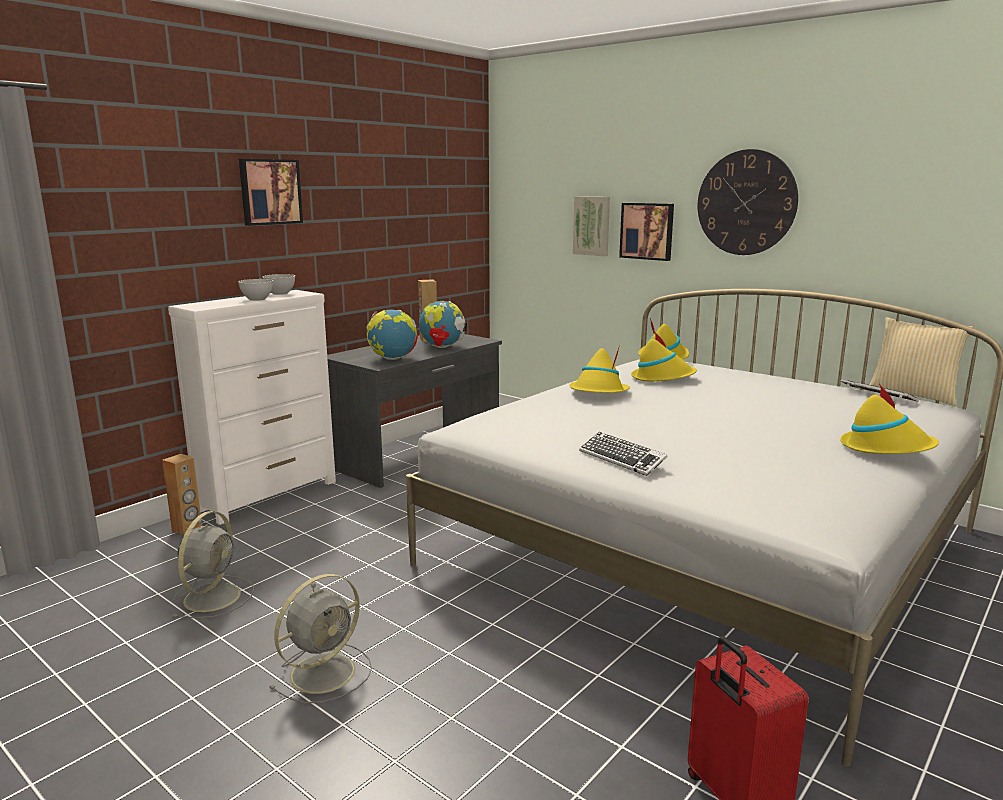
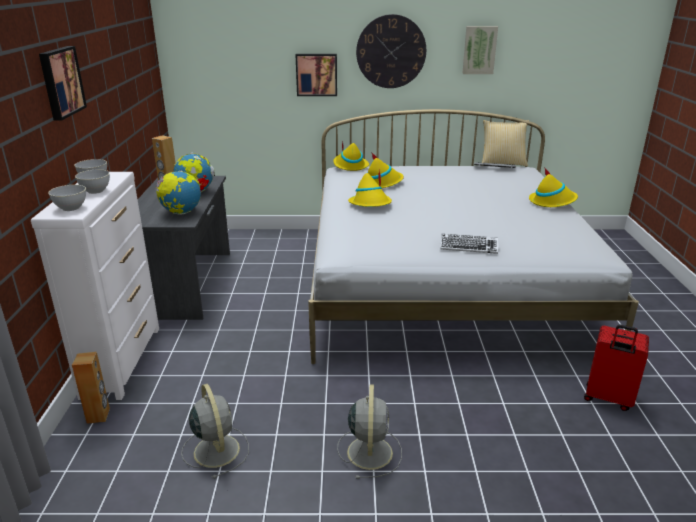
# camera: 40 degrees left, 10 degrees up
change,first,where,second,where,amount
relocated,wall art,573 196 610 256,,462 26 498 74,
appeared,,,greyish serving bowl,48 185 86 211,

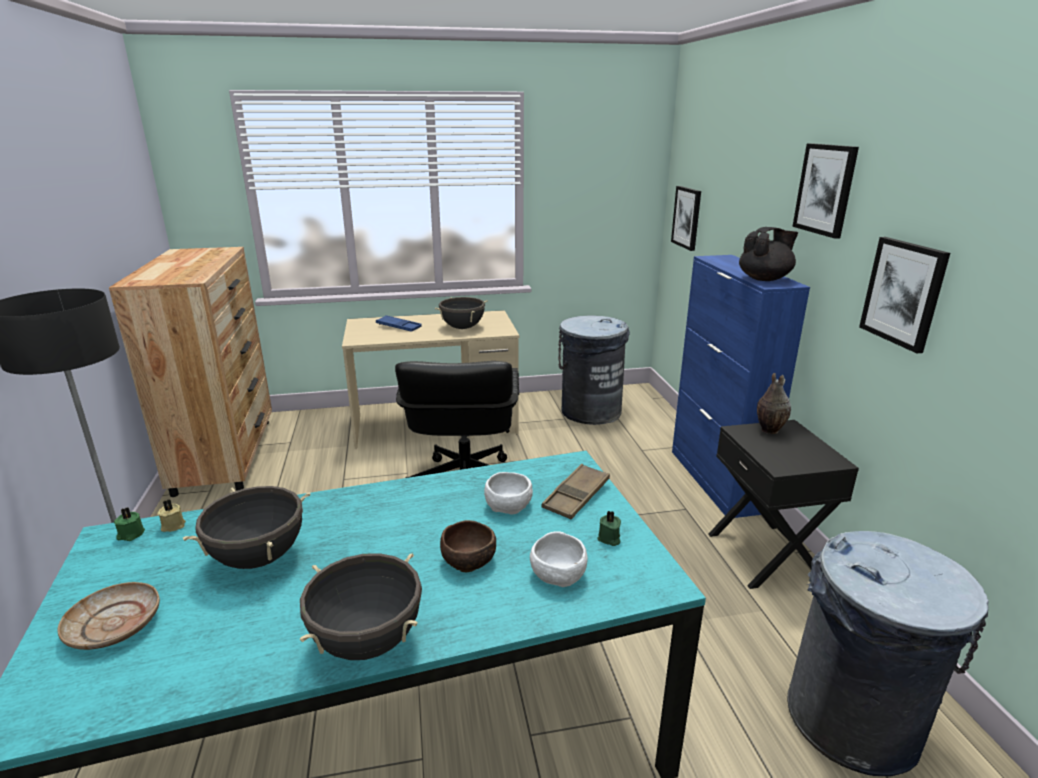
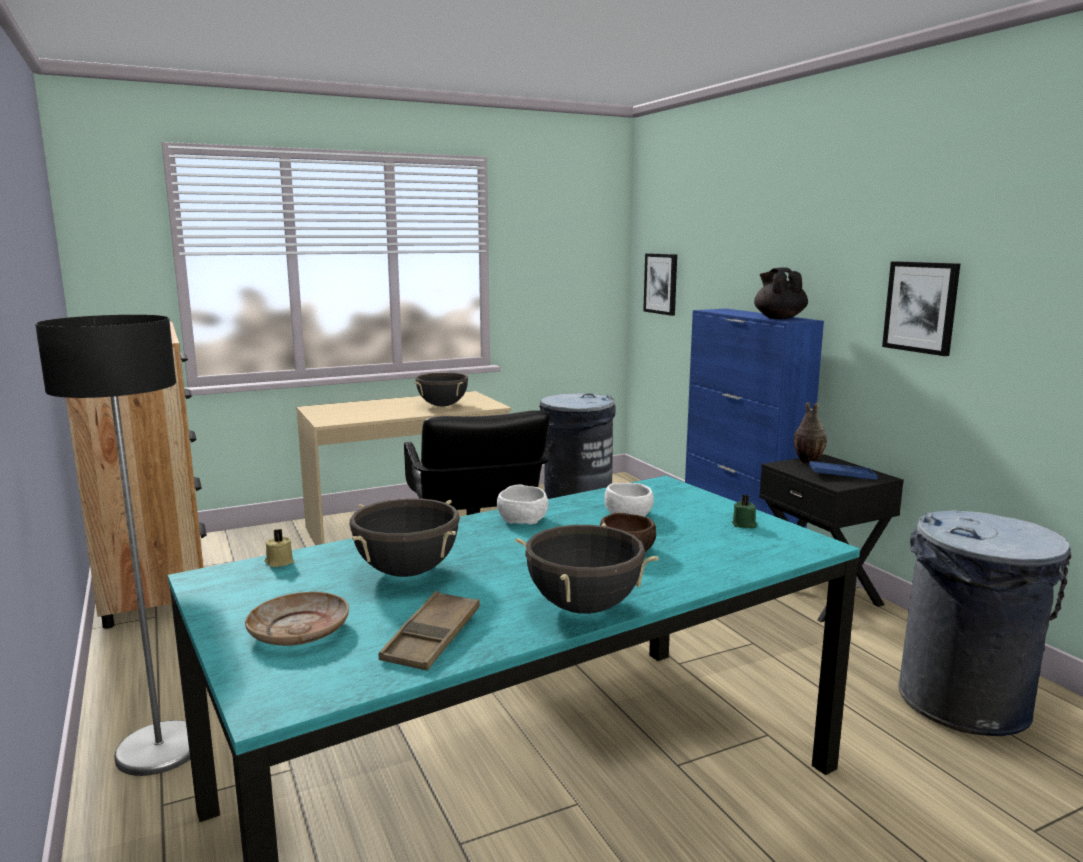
# camera: 15 degrees left, 10 degrees down
change,first,where,second,where,amount
missing,green-coloured wax light,114 507 145 541,,,
relocated,blue tray,376 315 422 332,,809 461 878 480,
relocated,white serving bowl,530 531 588 587,,497 485 548 525,
relocated,brown-coloured tray,542 464 610 519,,379 591 480 671,
spun,black-coloured tea pot,739 227 798 281,,754 267 808 319,60 degrees counterclockwise
missing,wall art,792 143 859 239,,,

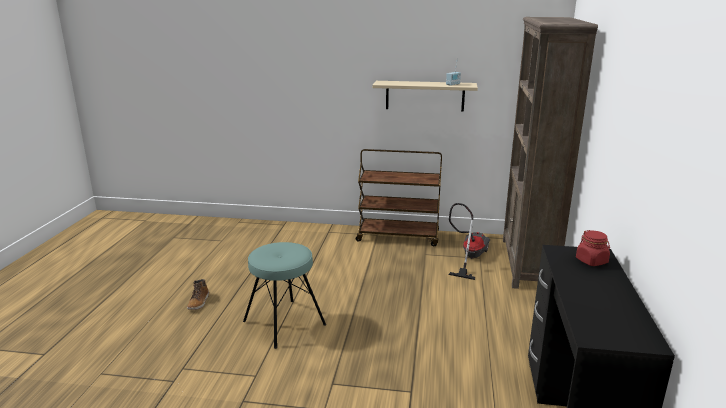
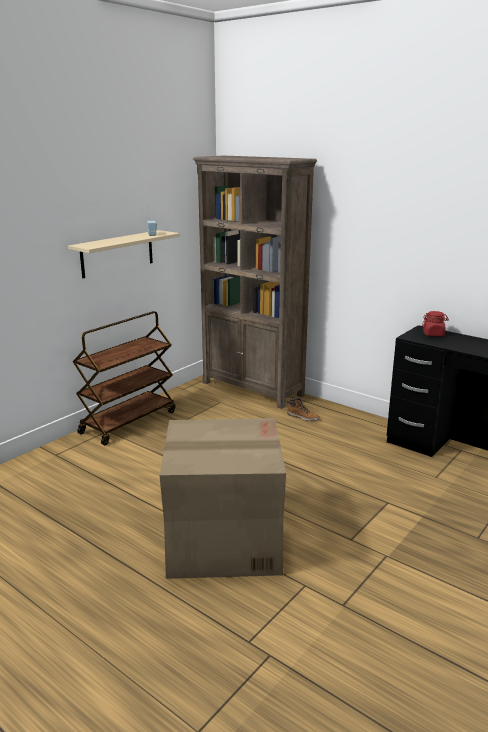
# camera: 60 degrees left, 0 degrees up
change,first,where,second,where,amount
relocated,boot,187 279 209 310,,287 398 320 421,
exchanged,turquoise sitting stool,243 242 326 349,packing box,160 418 286 579,
missing,vacuum,448 203 490 280,,,

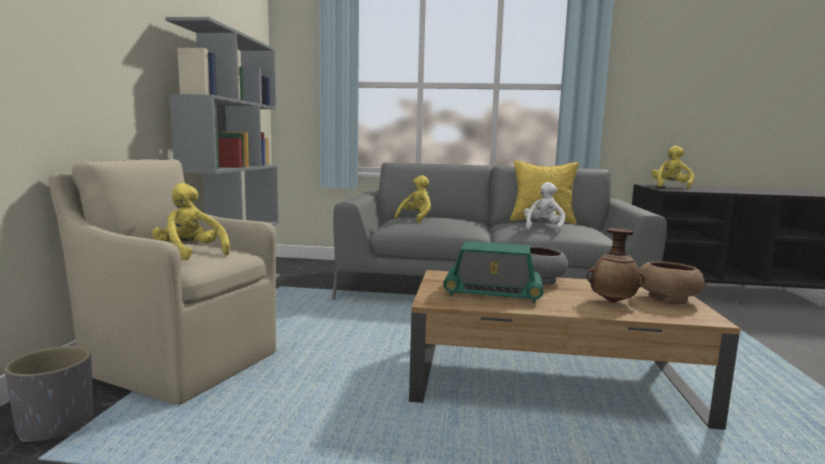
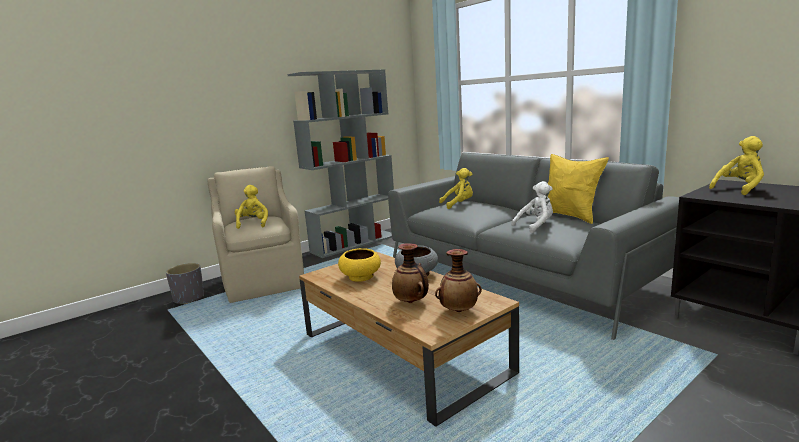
# camera: 45 degrees right, 5 degrees up
change,first,where,second,where,amount
exchanged,radio receiver,443 241 544 303,yellow-coloured serving bowl,338 248 381 282,
exchanged,brown-coloured serving bowl,639 262 705 304,decorative vase,435 249 482 312,

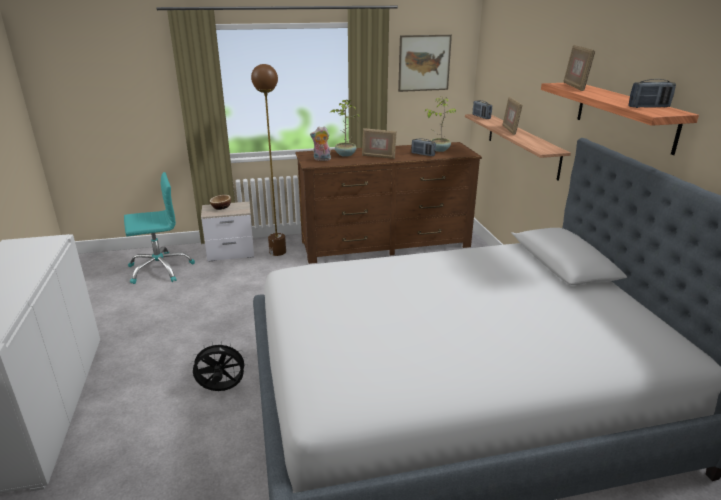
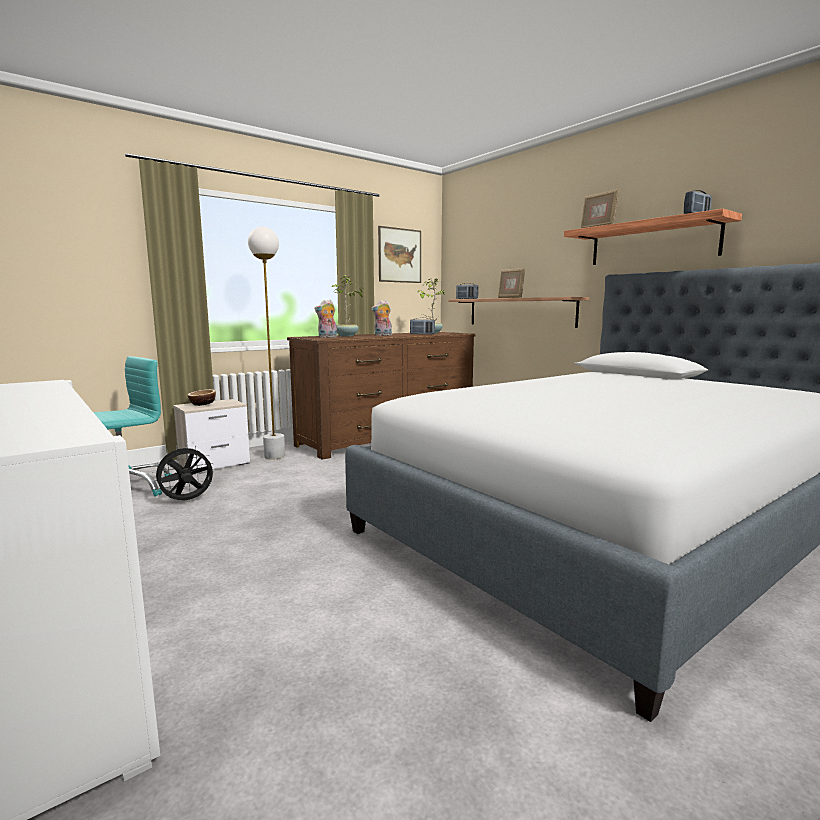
# camera: 25 degrees left, 15 degrees down
change,first,where,second,where,amount
relocated,black-coloured cooling fan,191 341 248 391,,152 444 214 501,
colour,brown-coloured floor lamp,251 64 286 256,white floor lamp,248 227 285 460,
exchanged,photo frame,362 128 397 159,plush toy,371 300 392 336,

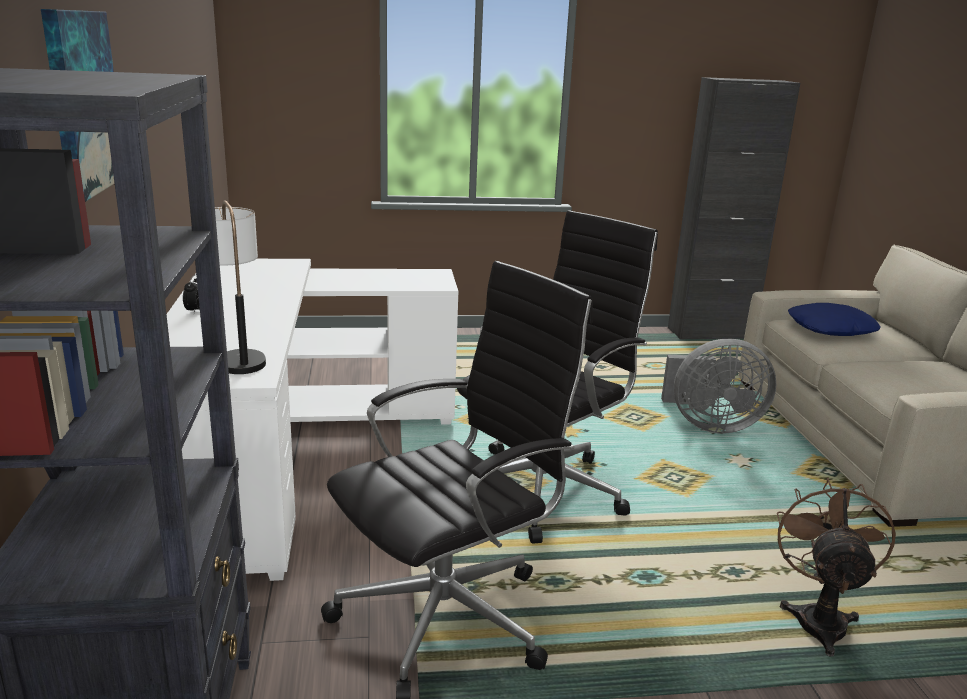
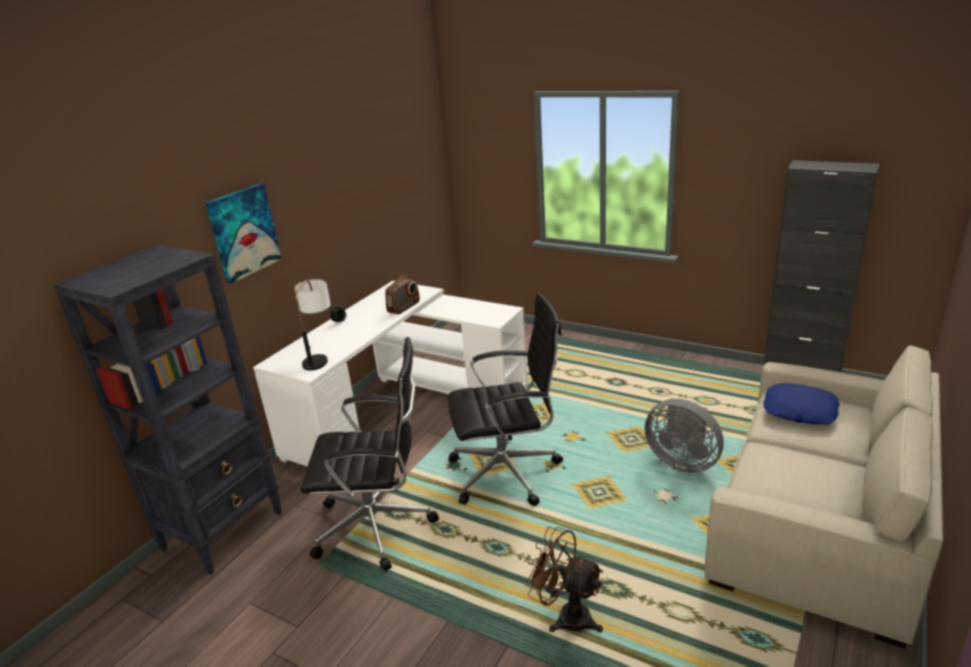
# camera: 40 degrees right, 5 degrees up
change,first,where,second,where,amount
spun,brown-coloured cooling fan,777 477 896 657,,524 527 603 632,105 degrees counterclockwise
appeared,,,radio receiver,385 275 420 315,

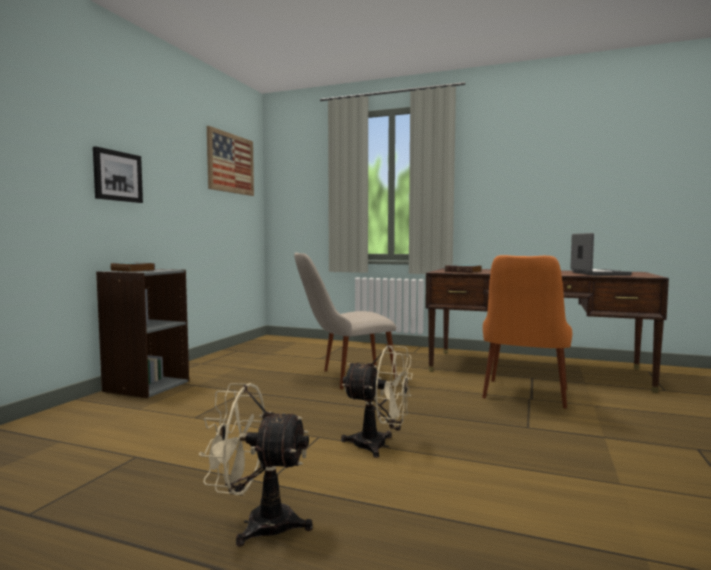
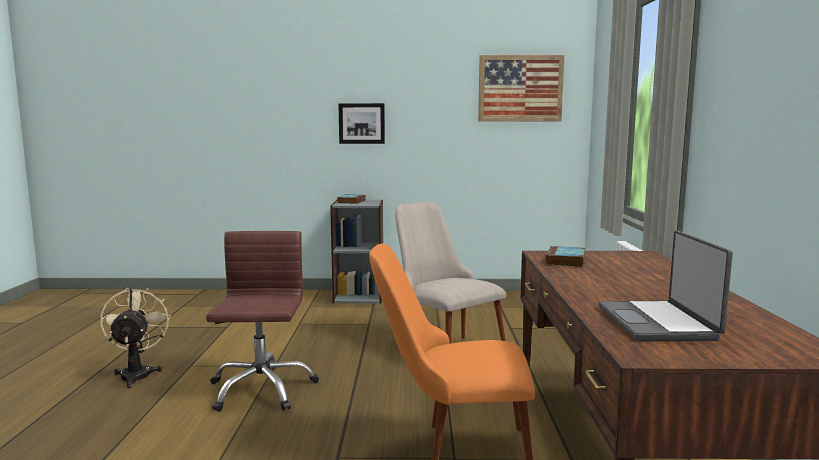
# camera: 70 degrees right, 5 degrees up
change,first,where,second,where,amount
exchanged,beige cooling fan,341 345 413 458,brown-coloured office chair,206 231 319 412,
spun,notebook computer,570 233 632 276,,598 230 733 342,105 degrees clockwise

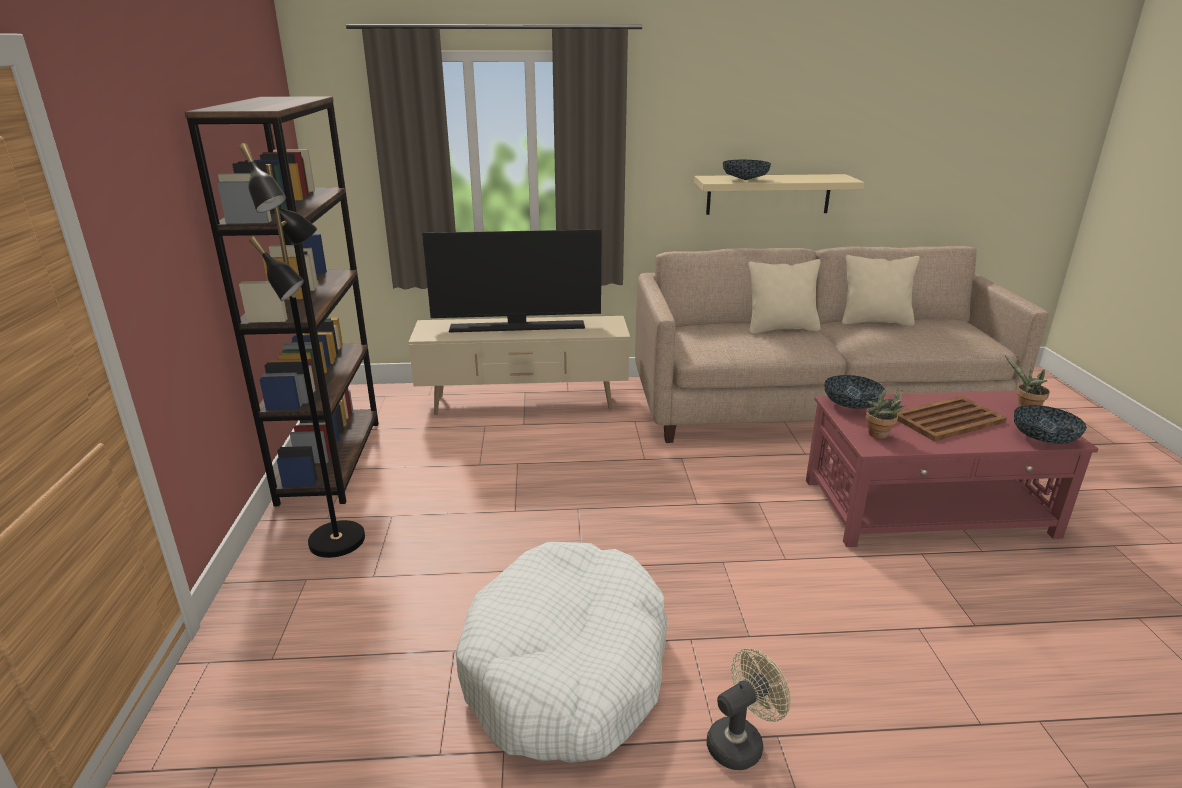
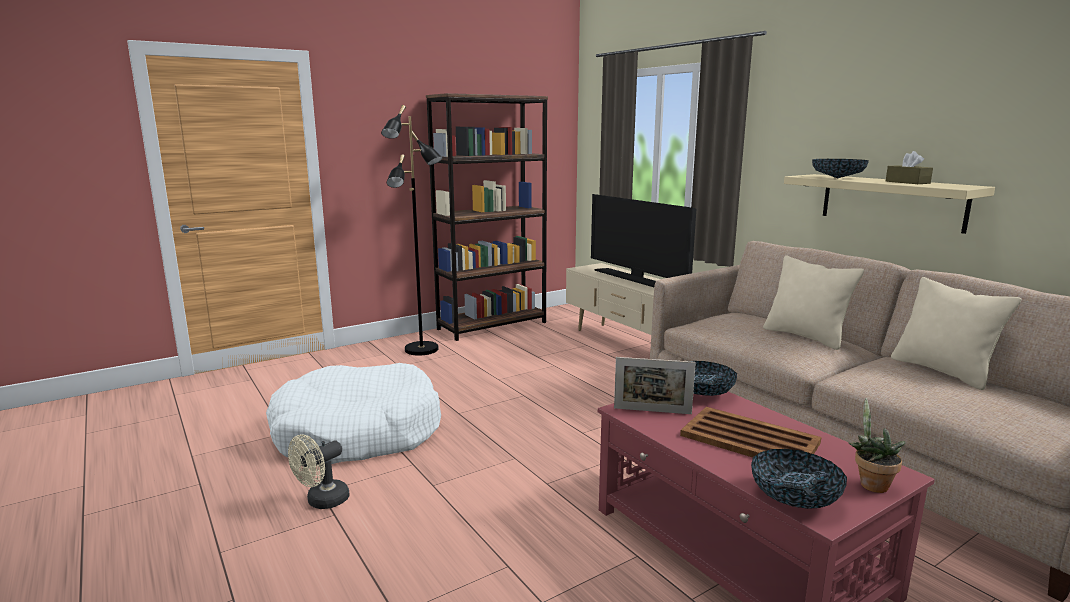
# camera: 60 degrees right, 10 degrees down
change,first,where,second,where,amount
spun,beige cooling fan,706 648 791 770,,288 434 350 509,105 degrees clockwise
exchanged,houseplant,866 389 906 439,photo frame,614 357 696 414,
appeared,,,brown-coloured box of tissues,886 151 933 184,

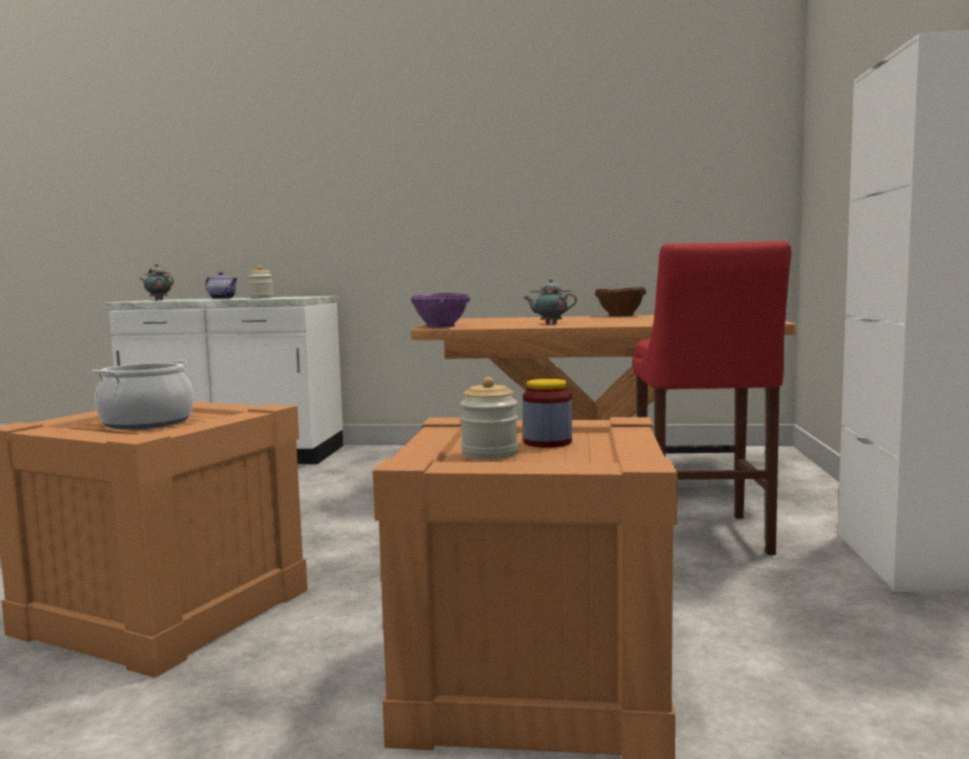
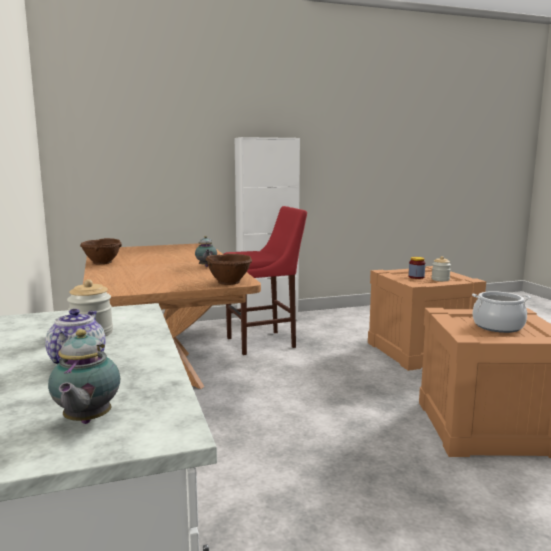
# camera: 115 degrees left, 5 degrees up
change,first,where,second,where,amount
colour,purple serving bowl,411 292 470 328,brown-coloured serving bowl,205 254 252 285,

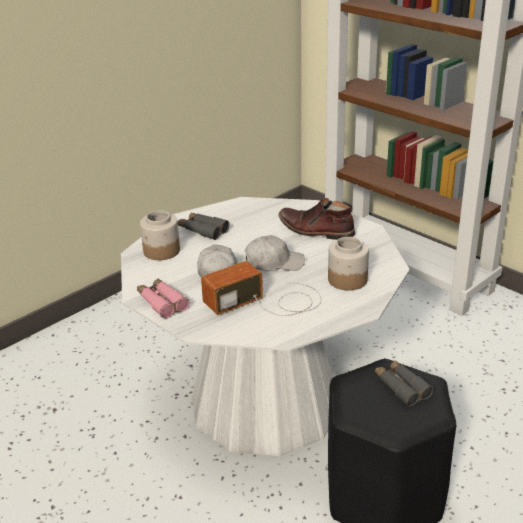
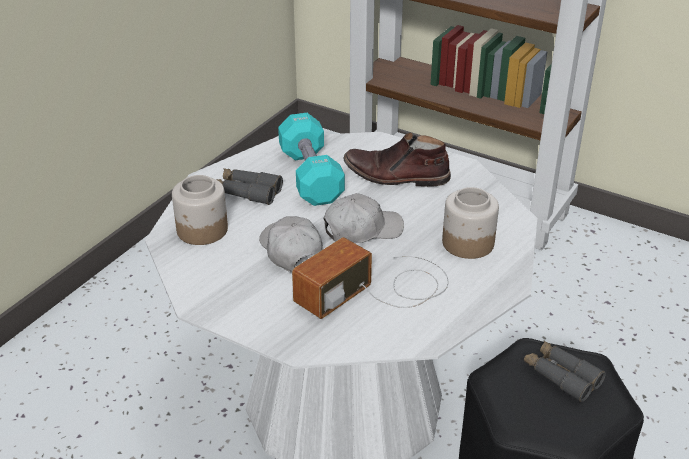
# camera: 15 degrees left, 5 degrees up
change,first,where,second,where,amount
missing,pink binoculars,137 278 189 318,,,
appeared,,,turquoise dumbbell,278 113 345 206,

